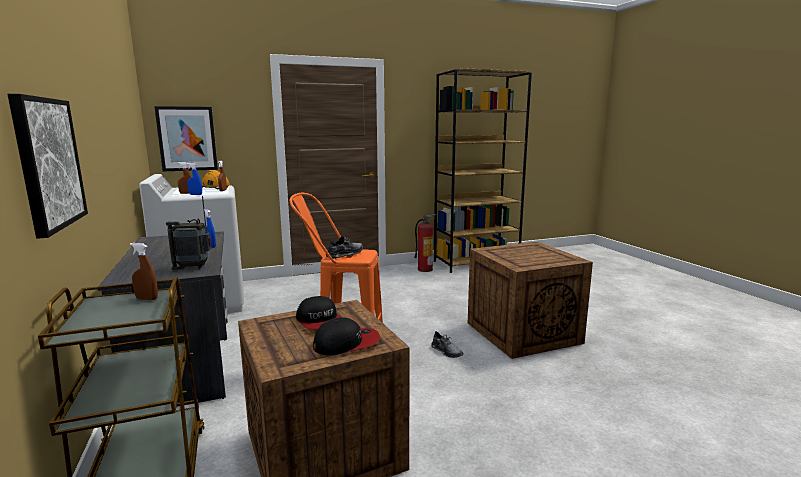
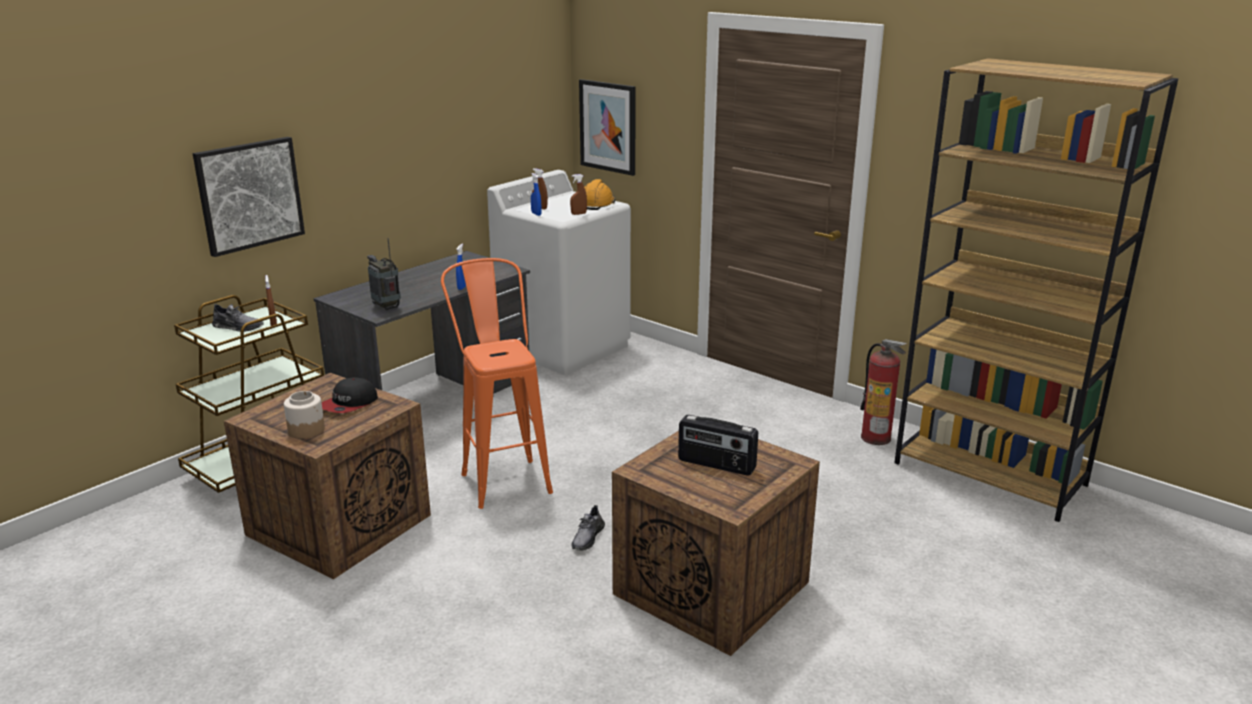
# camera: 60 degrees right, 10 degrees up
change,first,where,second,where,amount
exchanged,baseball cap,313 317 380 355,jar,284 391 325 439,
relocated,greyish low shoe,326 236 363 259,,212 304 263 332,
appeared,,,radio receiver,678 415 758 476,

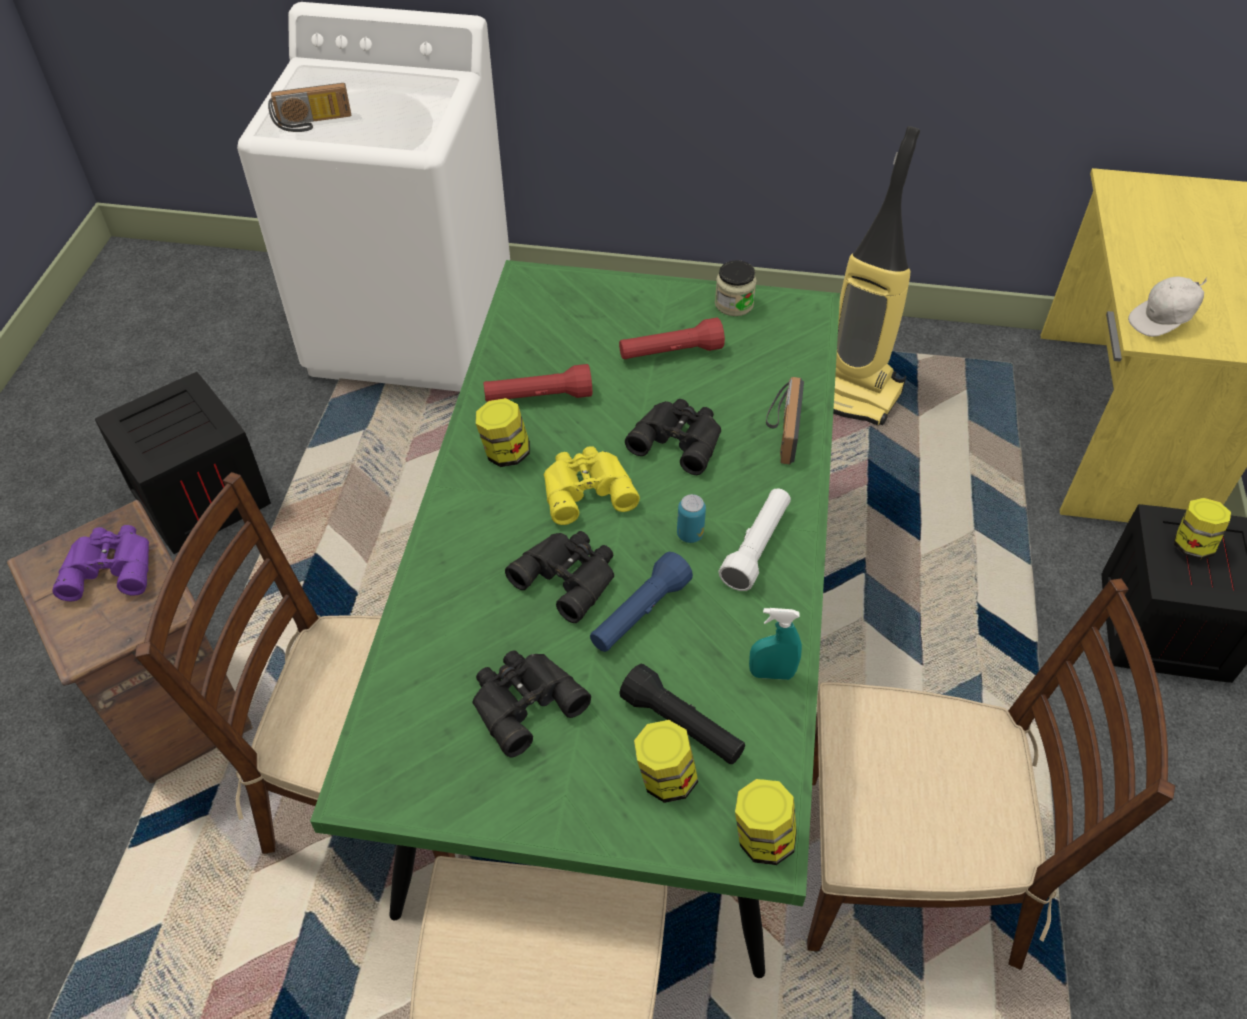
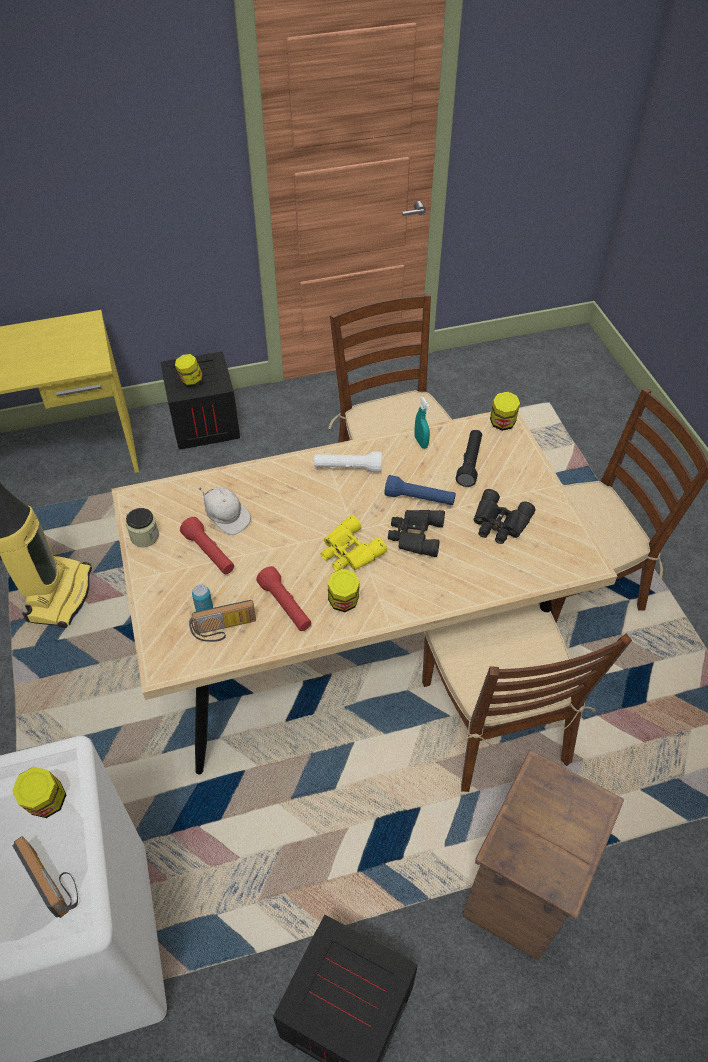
# camera: 115 degrees left, 0 degrees up
change,first,where,second,where,amount
missing,purple binoculars,52 525 149 601,,,
colour,green-coloured kitchen table,310 260 840 978,beige kitchen table,111 411 617 774,
missing,black-coloured binoculars,625 399 721 475,,,
relocated,jar,634 720 698 803,,12 767 66 818,
relocated,sealed can,677 494 706 543,,192 584 213 611,
relocated,radio receiver,766 377 804 465,,189 600 256 642,
relocated,white baseball cap,1128 277 1207 337,,198 487 251 535,

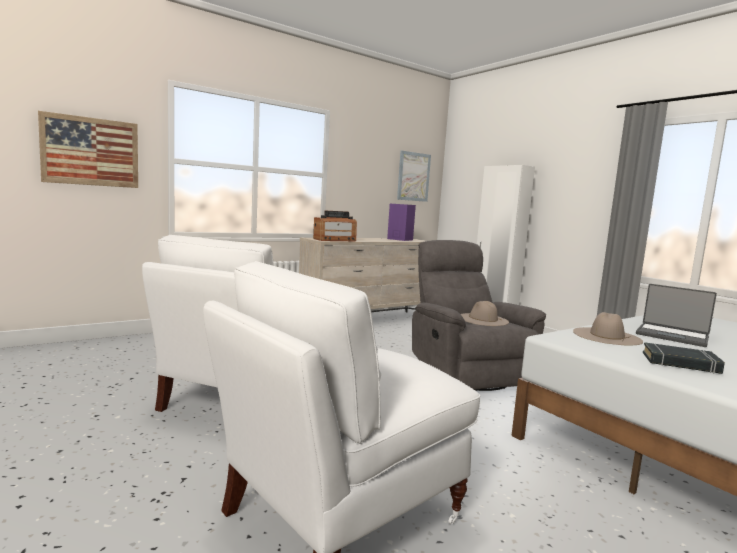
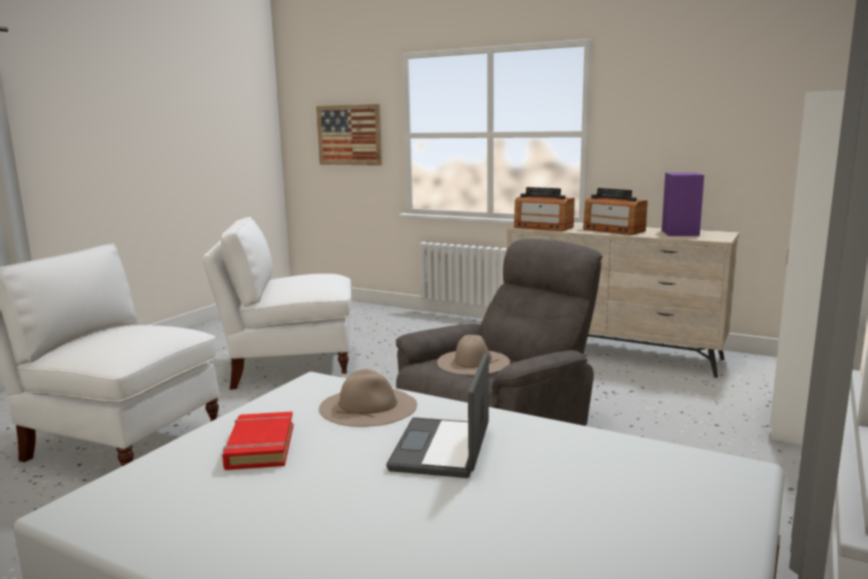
# camera: 65 degrees right, 5 degrees up
change,first,where,second,where,amount
missing,wall art,397 151 431 202,,,
colour,black-coloured volume,643 342 725 374,red volume,222 412 293 470,
appeared,,,radio receiver,583 188 648 235,

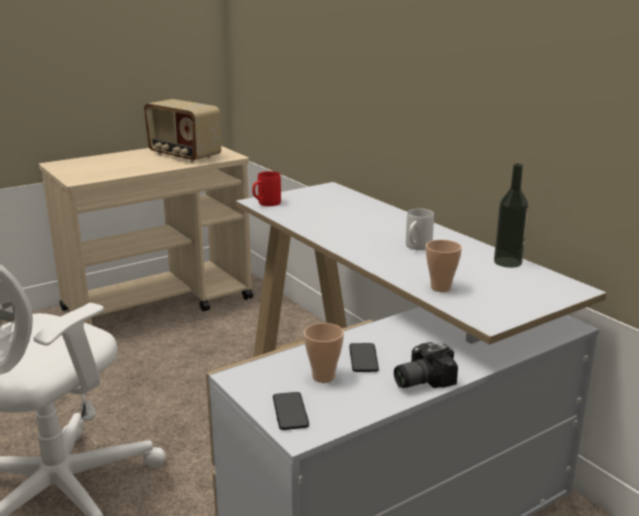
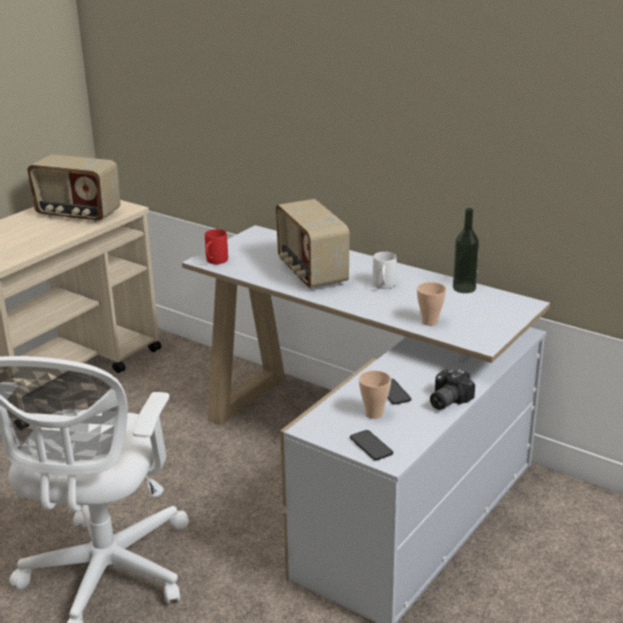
# camera: 20 degrees left, 5 degrees up
change,first,where,second,where,amount
appeared,,,radio receiver,276 199 350 288,

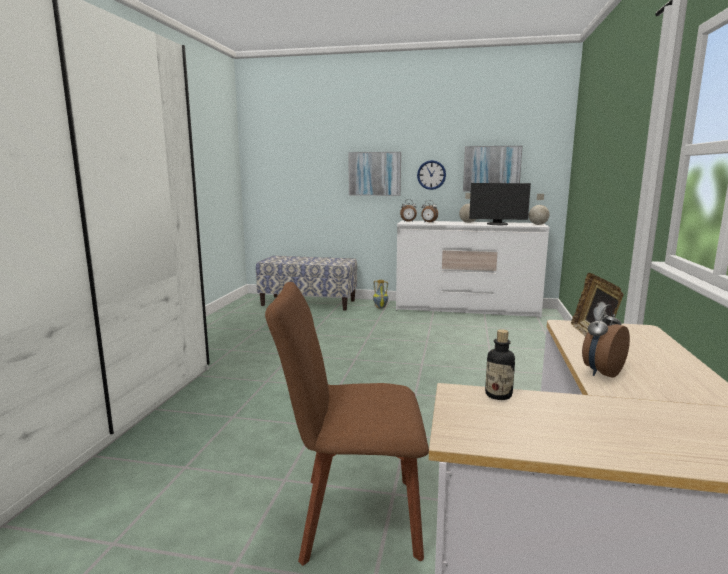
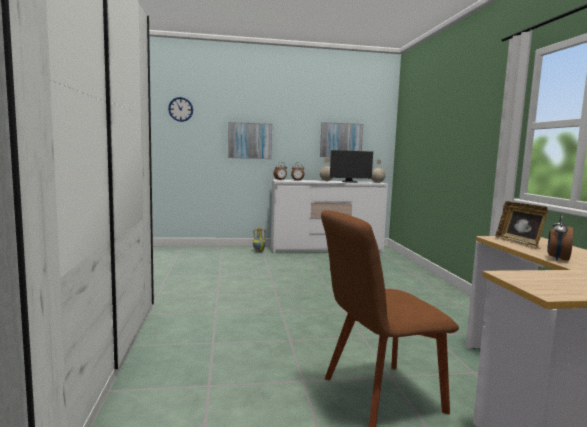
# camera: 20 degrees left, 5 degrees down
change,first,where,second,where,amount
missing,bench,256 256 357 311,,,
relocated,clock on the wall,417 160 446 190,,168 97 193 122,
missing,drink bottle,485 329 515 400,,,

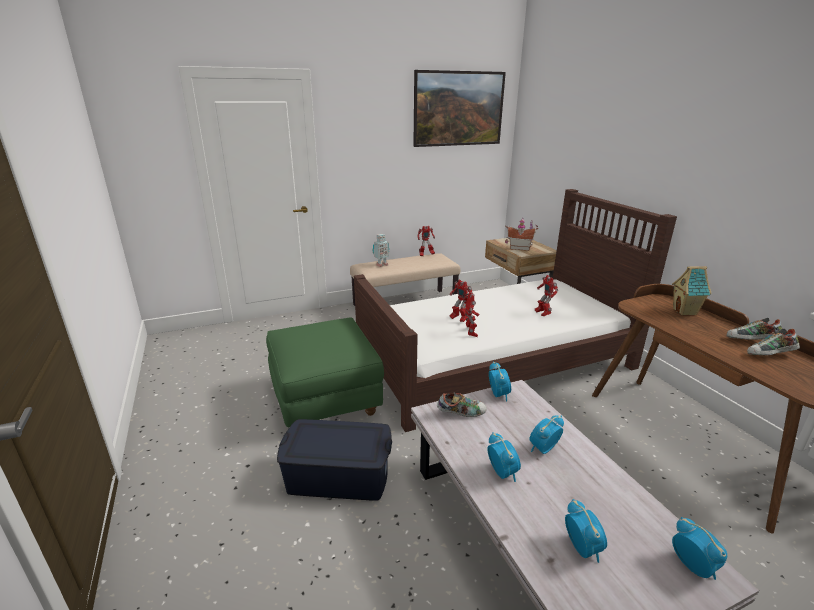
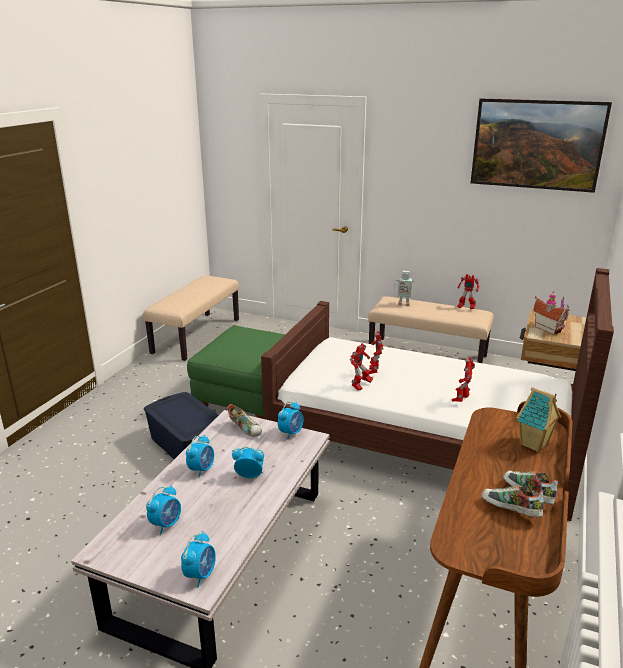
# camera: 45 degrees right, 0 degrees up
change,first,where,second,where,amount
appeared,,,beige bench,143 275 239 361,

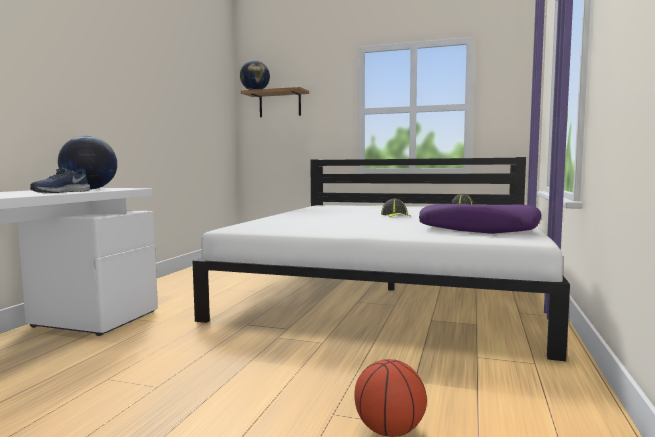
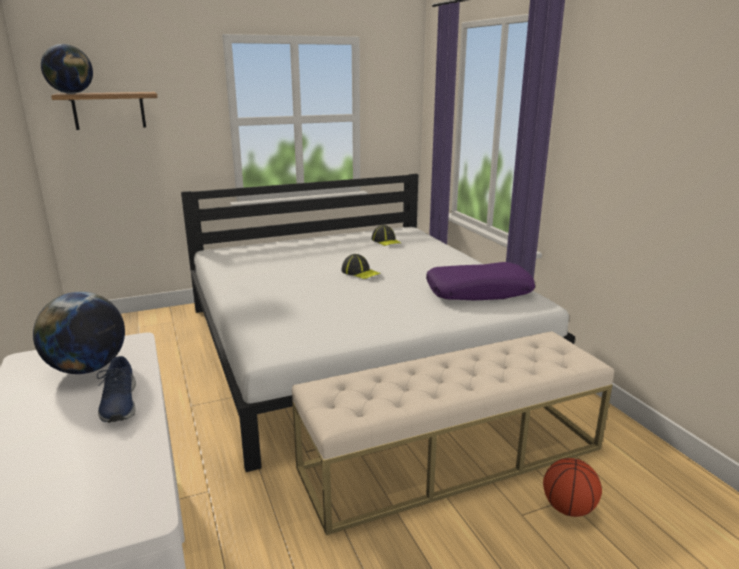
# camera: 40 degrees left, 15 degrees up
change,first,where,second,where,amount
appeared,,,beige bench,292 331 614 535,

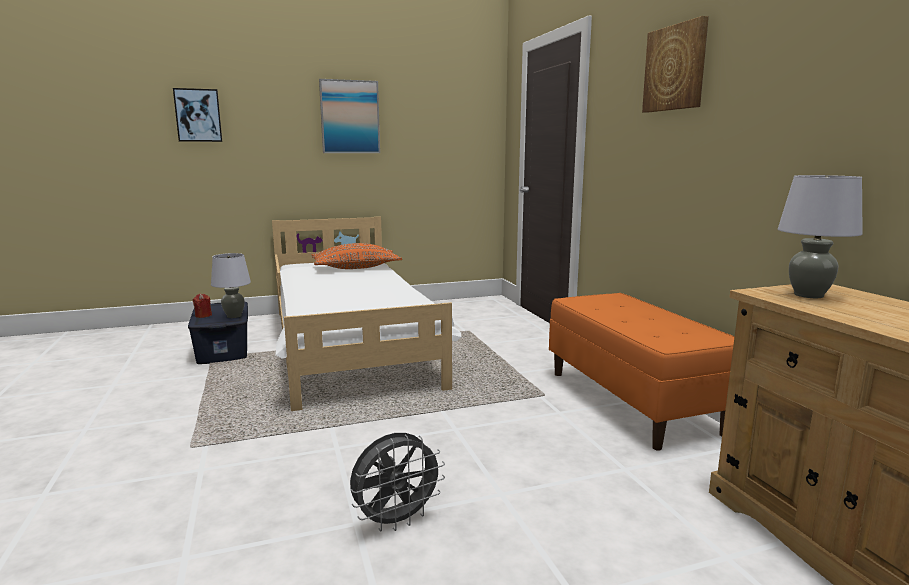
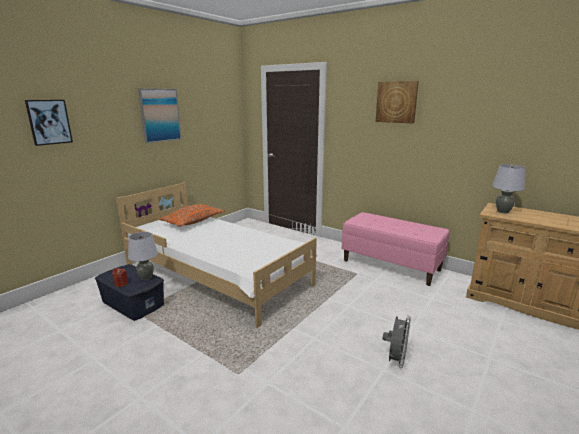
# camera: 35 degrees left, 5 degrees up
change,first,where,second,where,amount
colour,orangey bench,549 293 735 451,pink bench,342 212 449 286,

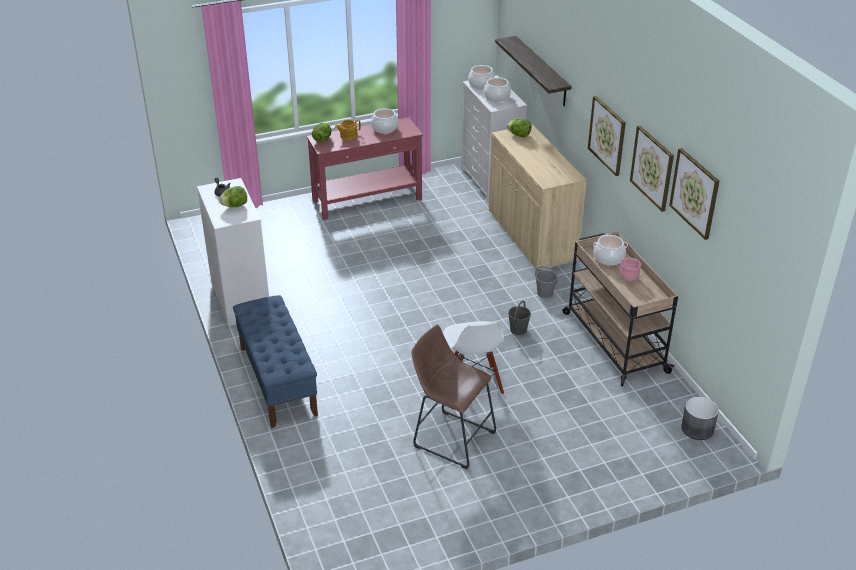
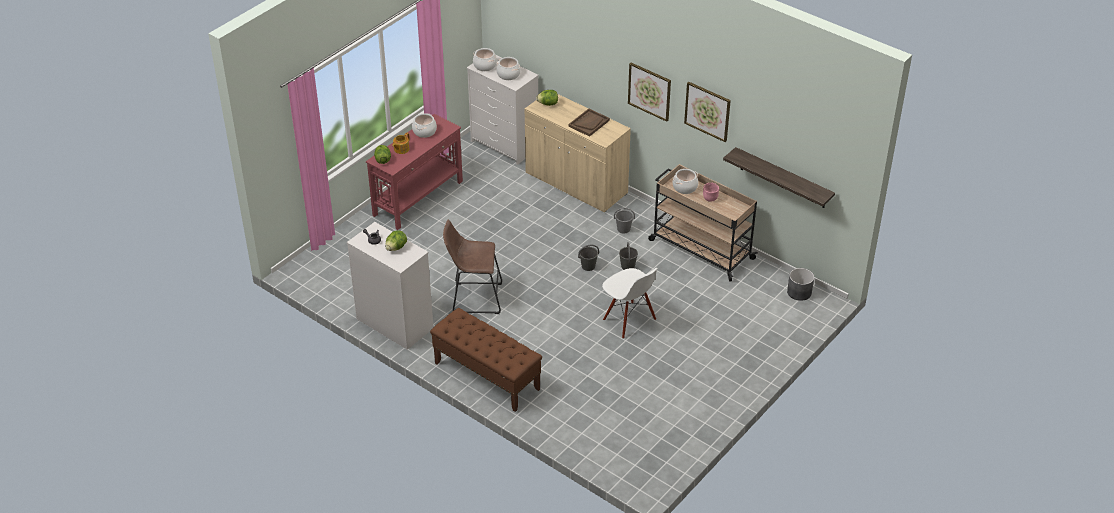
# camera: 30 degrees left, 5 degrees up
change,first,where,second,where,amount
colour,blue bench,233 295 318 428,brown-coloured bench,430 308 542 412,
relocated,brown-coloured sitting stool,411 324 496 469,,443 220 502 314,
relocated,shelf,495 36 571 106,,723 147 835 208,
missing,wall art,669 148 719 240,,,
appeared,,,brown-coloured tray,569 109 610 137,
appeared,,,greyish bucket,578 245 599 271,

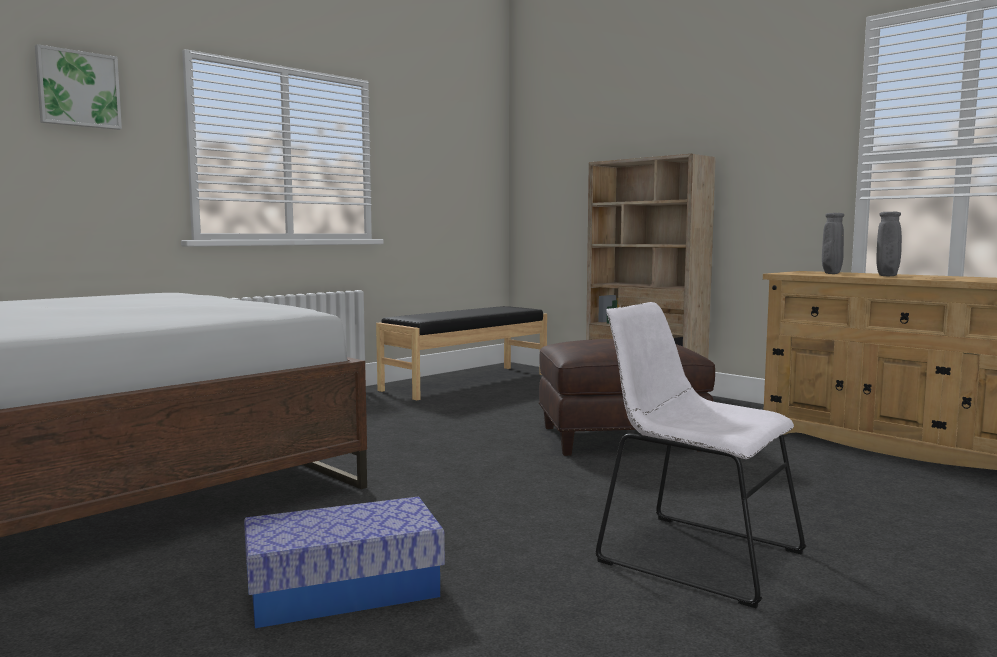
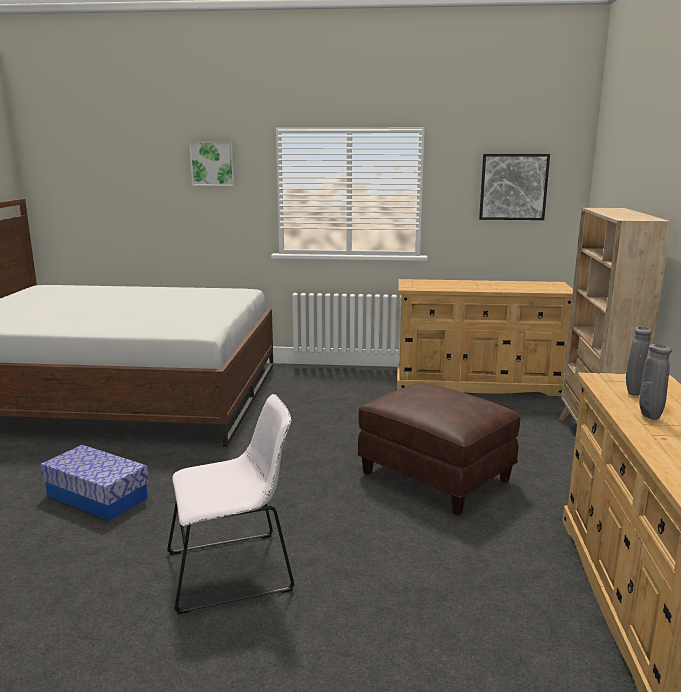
# camera: 50 degrees right, 10 degrees up
change,first,where,second,where,amount
exchanged,black-coloured bench,376 306 547 400,beige dresser,397 279 573 396,
spun,white upright chair,595 302 806 608,,167 394 295 614,75 degrees clockwise
appeared,,,wall art,479 154 550 220,

